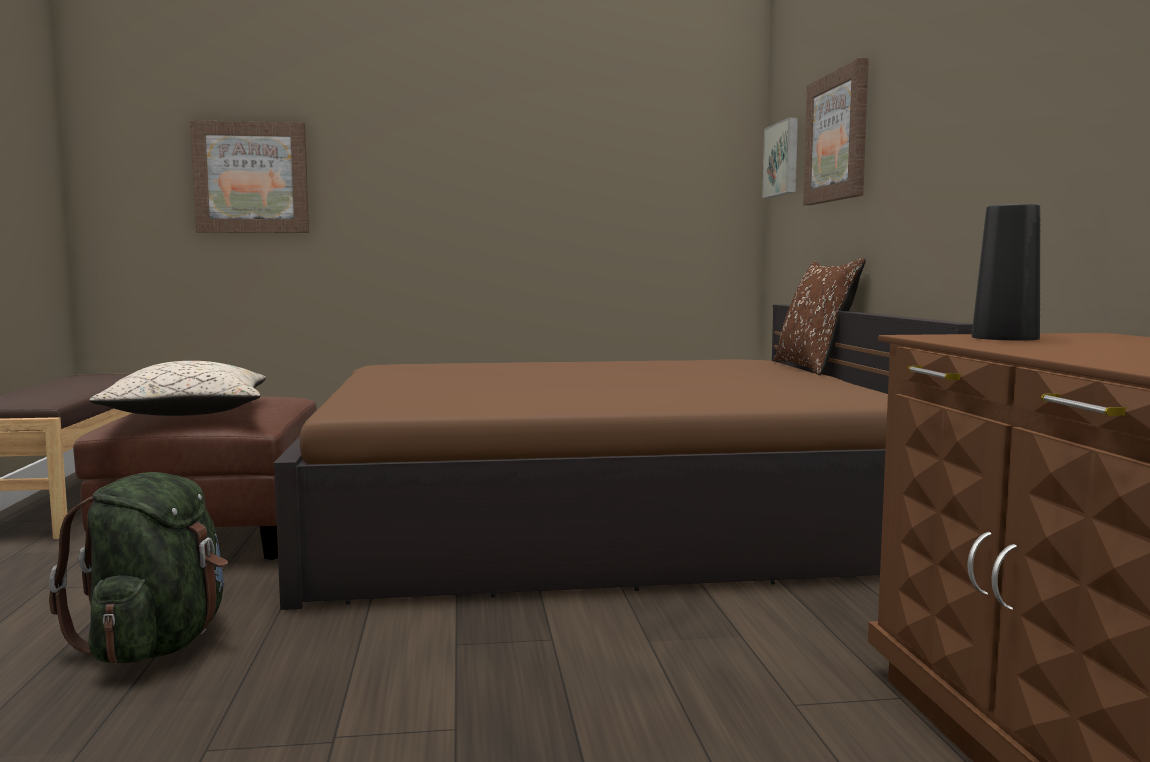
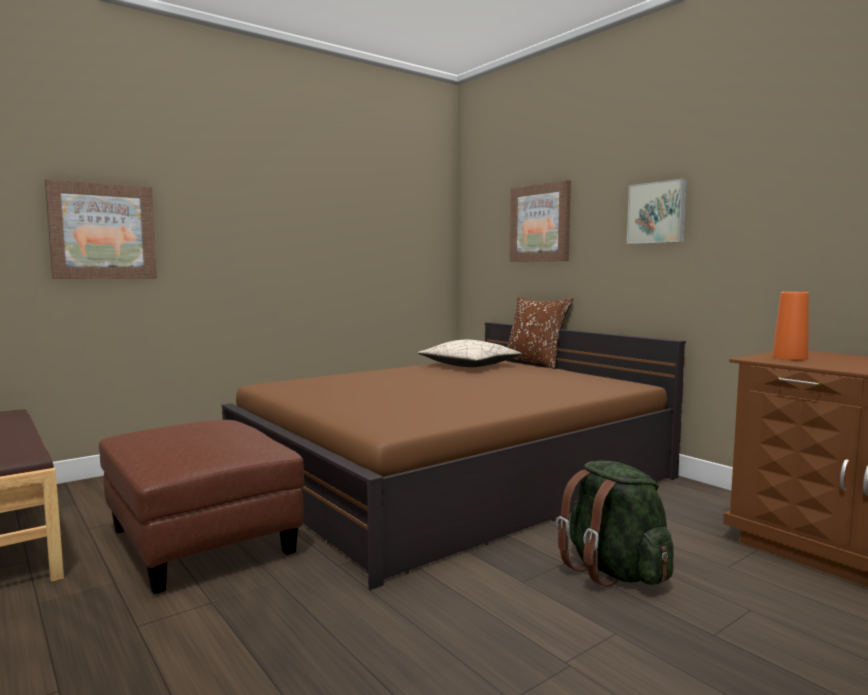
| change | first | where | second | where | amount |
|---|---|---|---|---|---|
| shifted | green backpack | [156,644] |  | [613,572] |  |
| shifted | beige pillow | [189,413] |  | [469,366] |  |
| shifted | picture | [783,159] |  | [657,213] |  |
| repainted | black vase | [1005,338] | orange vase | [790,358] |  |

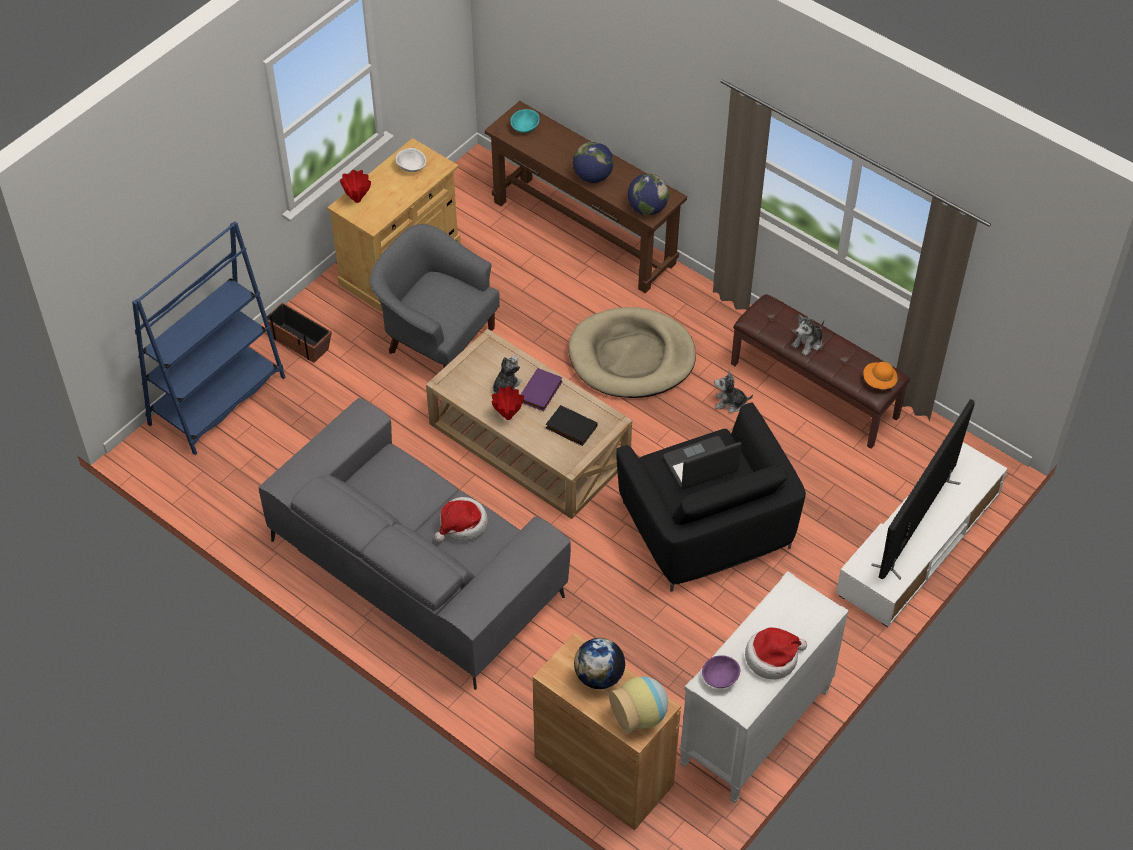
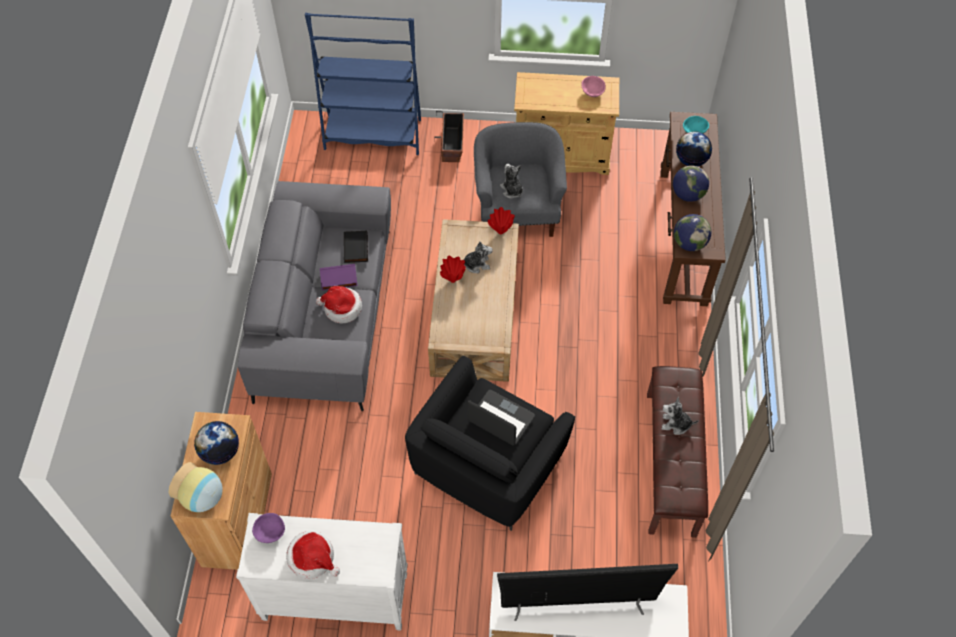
| change | first | where | second | where | amount |
|---|---|---|---|---|---|
| shifted | red vase | [357,199] |  | [501,232] |  |
| repainted | white bowl | [411,167] | pink bowl | [592,92] |  |
| shifted | purple book | [541,392] |  | [338,279] |  |
| shifted | black book | [570,428] |  | [355,248] |  |
| gone | beige dog bed | [631,357] |  |  |  |
| shifted | plush toy | [730,403] |  | [512,190] |  |
| gone | orange hat | [879,381] |  |  |  |
| new |  |  | globe | [691,160] |  |

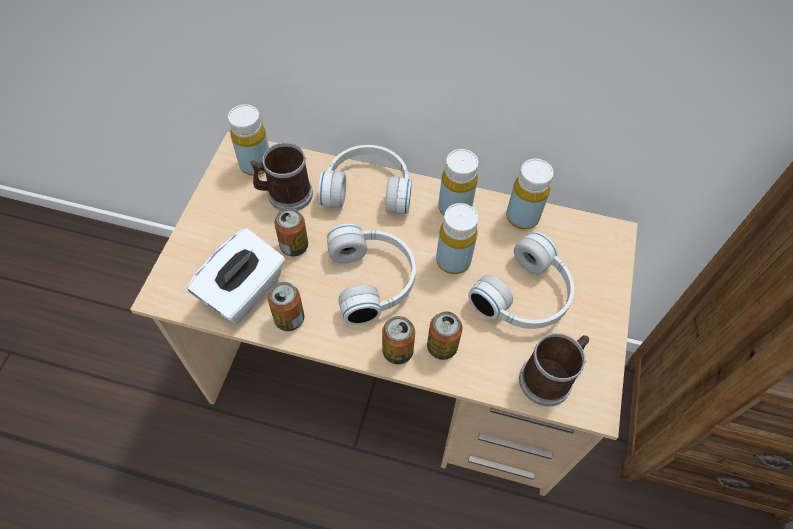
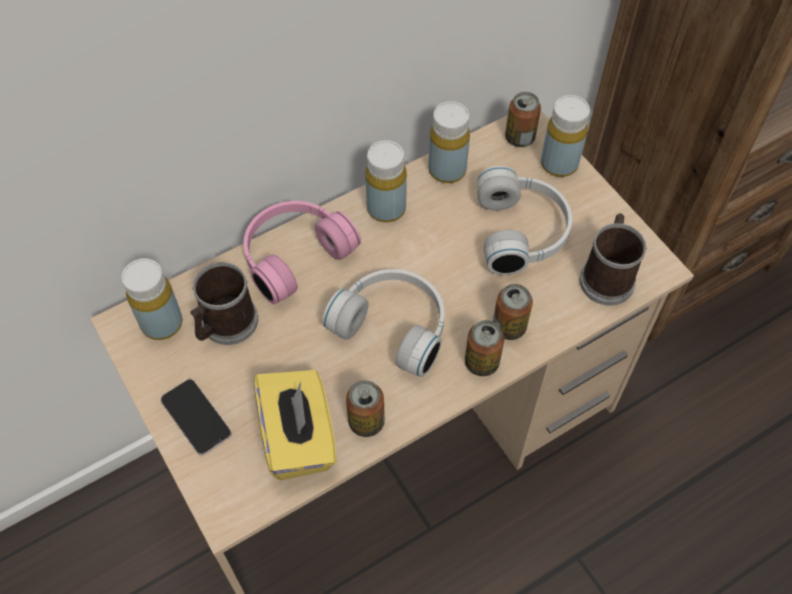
| change | first | where | second | where | amount |
|---|---|---|---|---|---|
| repainted | white tissue box | [244,291] | yellow tissue box | [299,438] |  |
| shifted | can | [294,246] |  | [519,137] |  |
| repainted | white headphones | [368,188] | pink headphones | [293,254] |  |
| shifted | yellow bottle | [453,260] |  | [559,164] |  |
| new |  |  | phone | [196,417] |  |

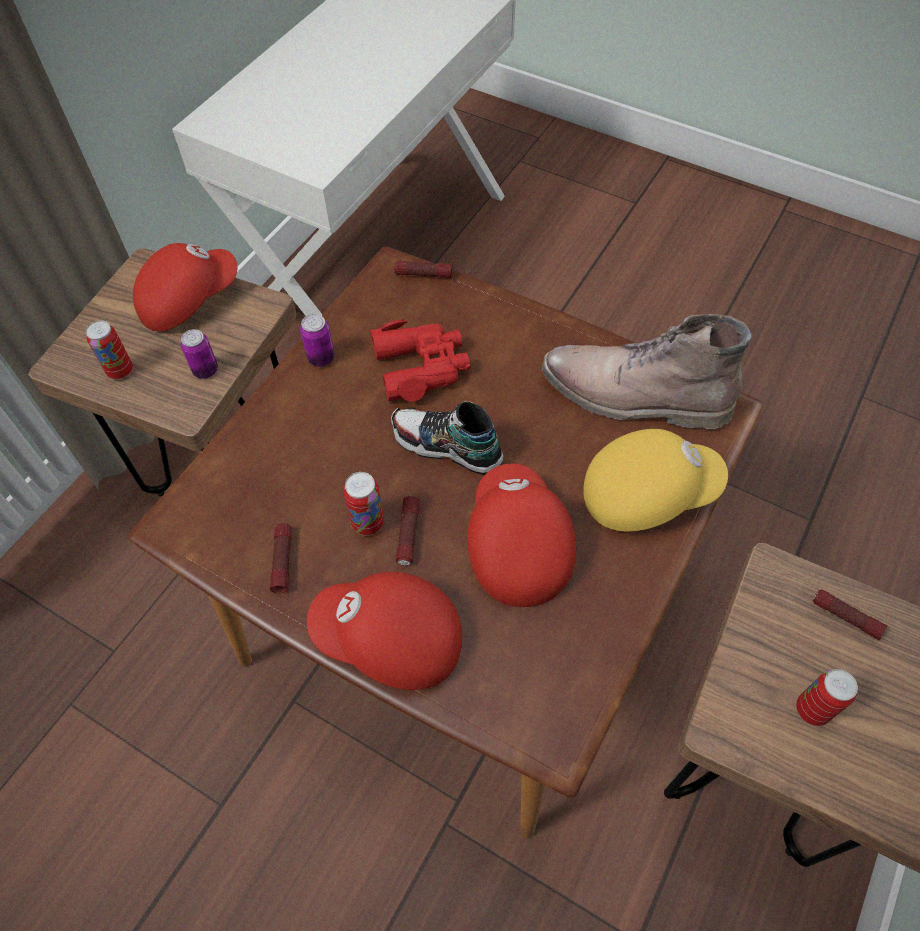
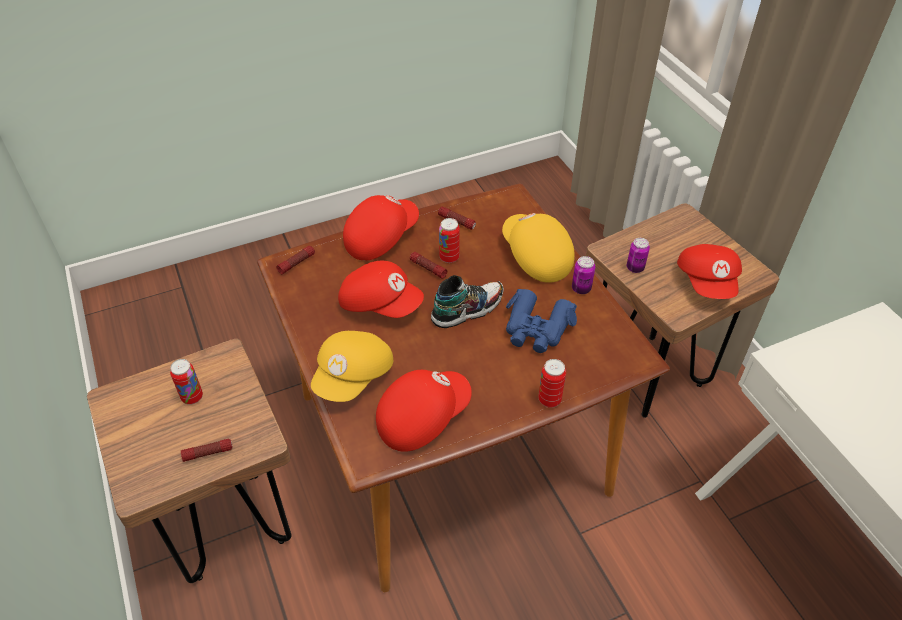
| change | first | where | second | where | amount |
|---|---|---|---|---|---|
| shifted | can | [120,371] |  | [549,400] |  |
| repainted | red binoculars | [421,366] | blue binoculars | [536,329] |  |
| shifted | flashlight | [423,274] |  | [296,263] |  |
| swapped | brown boot | [633,396] | red cap | [422,417] |  |
| new |  |  | yellow cap | [535,257] |  |

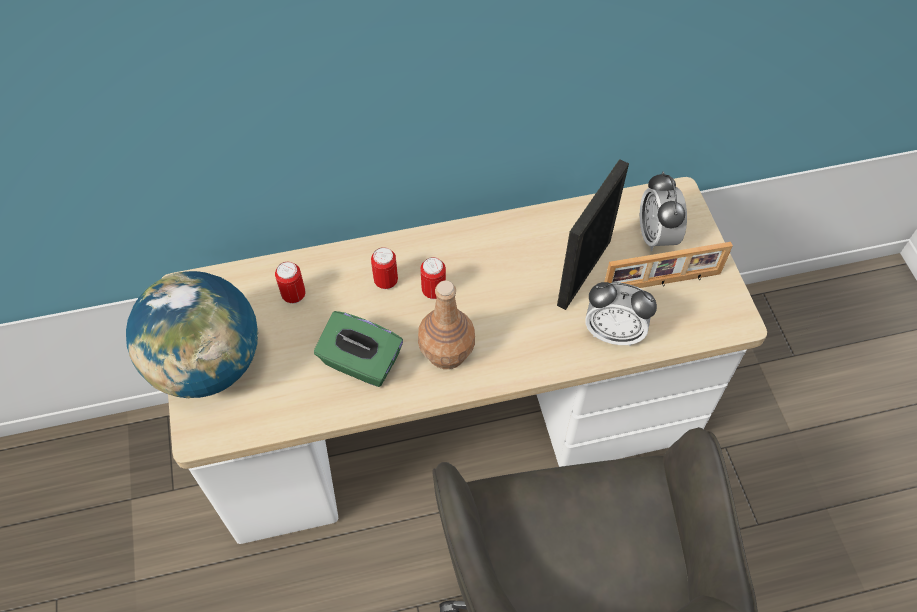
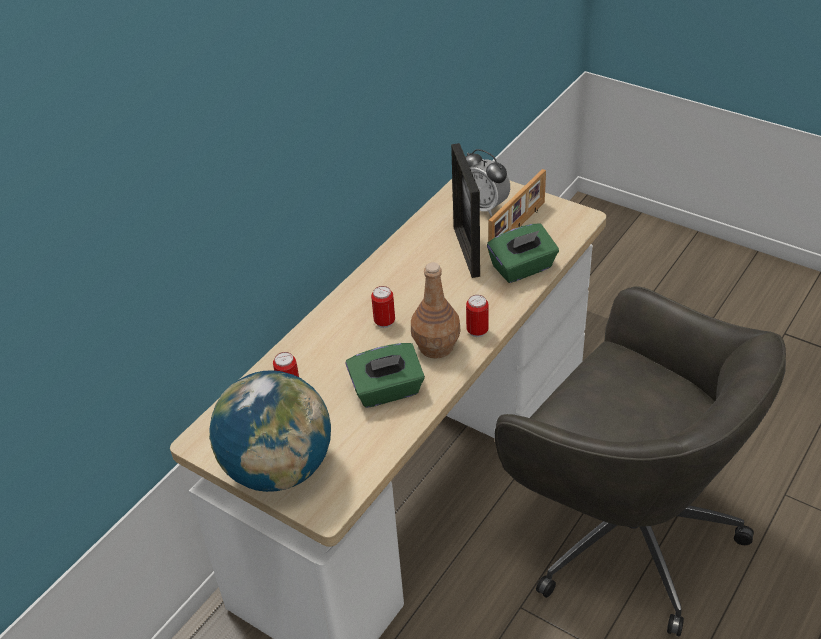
| change | first | where | second | where | amount |
|---|---|---|---|---|---|
| shifted | can | [386,281] |  | [477,331] |  |
| swapped | alarm clock | [613,332] | green tissue box | [522,268] |  |

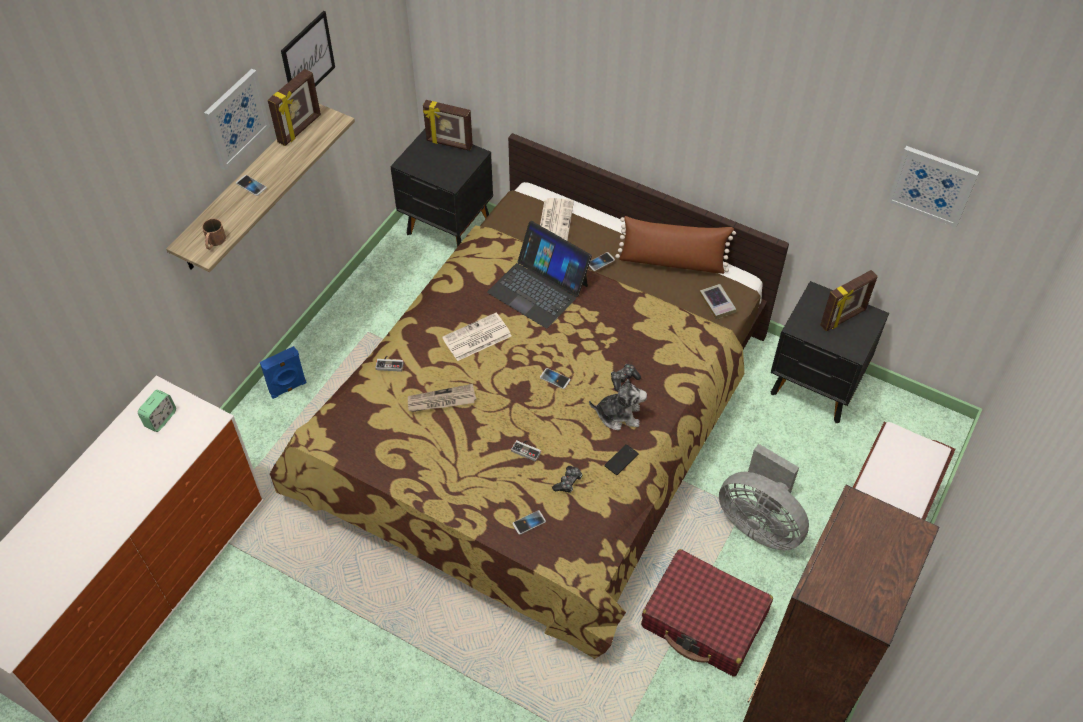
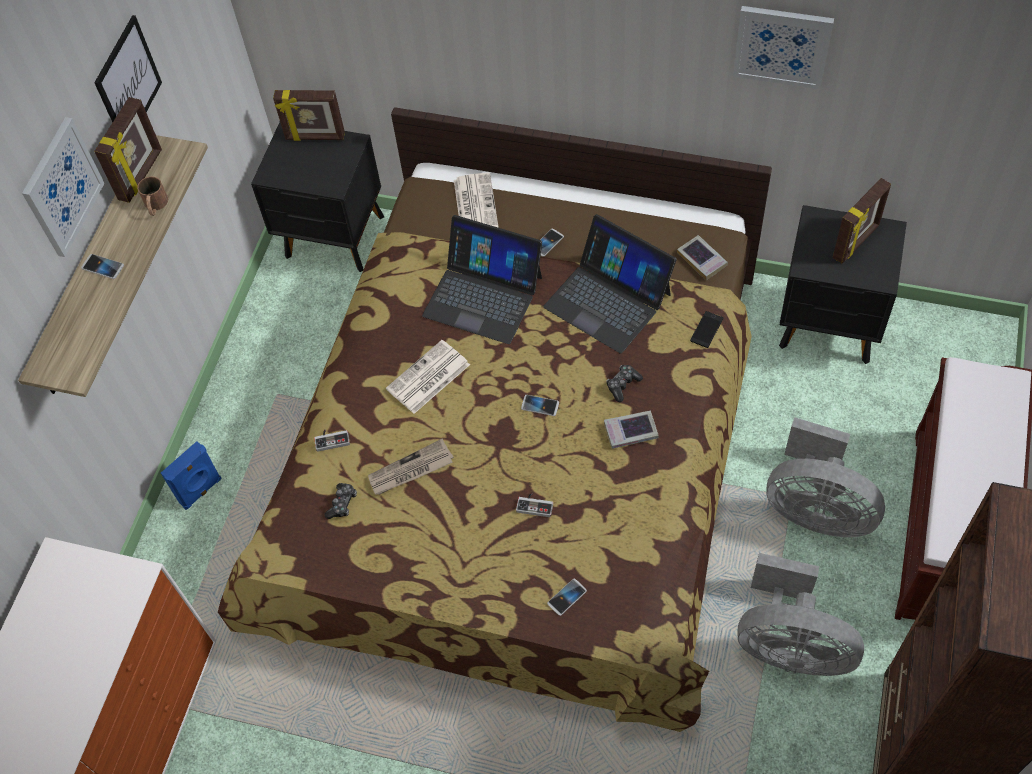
| change | first | where | second | where | amount |
|---|---|---|---|---|---|
| gone | alarm clock | [160,419] |  |  |  |
| shifted | brown mug | [214,242] |  | [155,206] |  |
| shifted | game controller | [568,482] |  | [342,504] |  |
| swapped | plush toy | [618,415] | book | [631,432] |  |
| shifted | phone | [621,460] |  | [706,330] |  |
| gone | brown pillow | [672,262] |  |  |  |
| swapped | red suitcase | [704,620] | grey fan | [790,646] |  |
| shifted | picture | [932,185] |  | [782,46] |  |
| new |  |  | laptop | [608,299] |  |

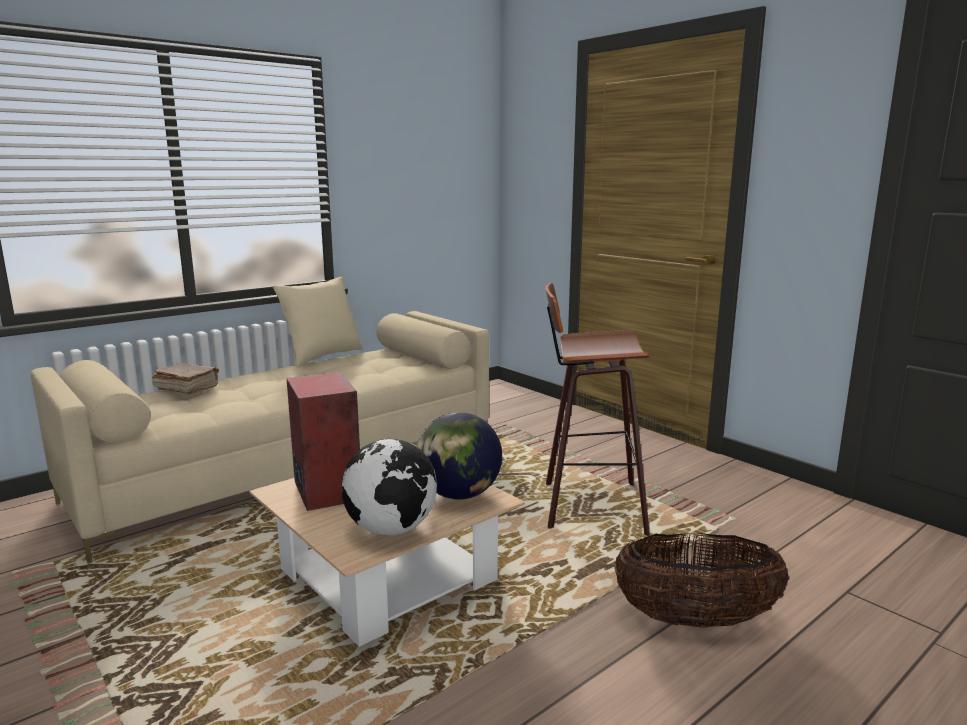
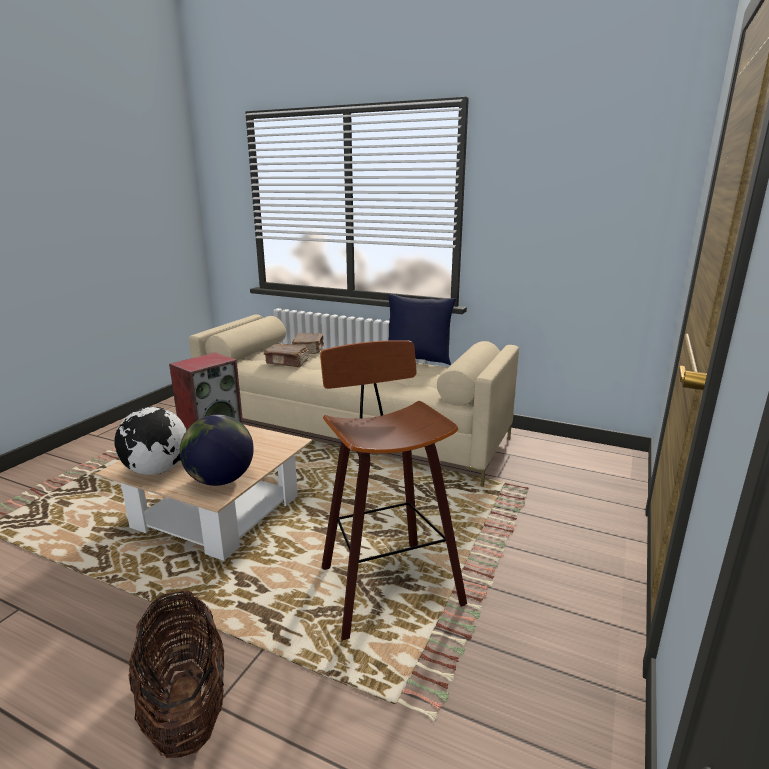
| change | first | where | second | where | amount |
|---|---|---|---|---|---|
| repainted | beige pillow | [322,357] | blue pillow | [418,360] |  |
| new |  |  | brown book | [287,362] |  |

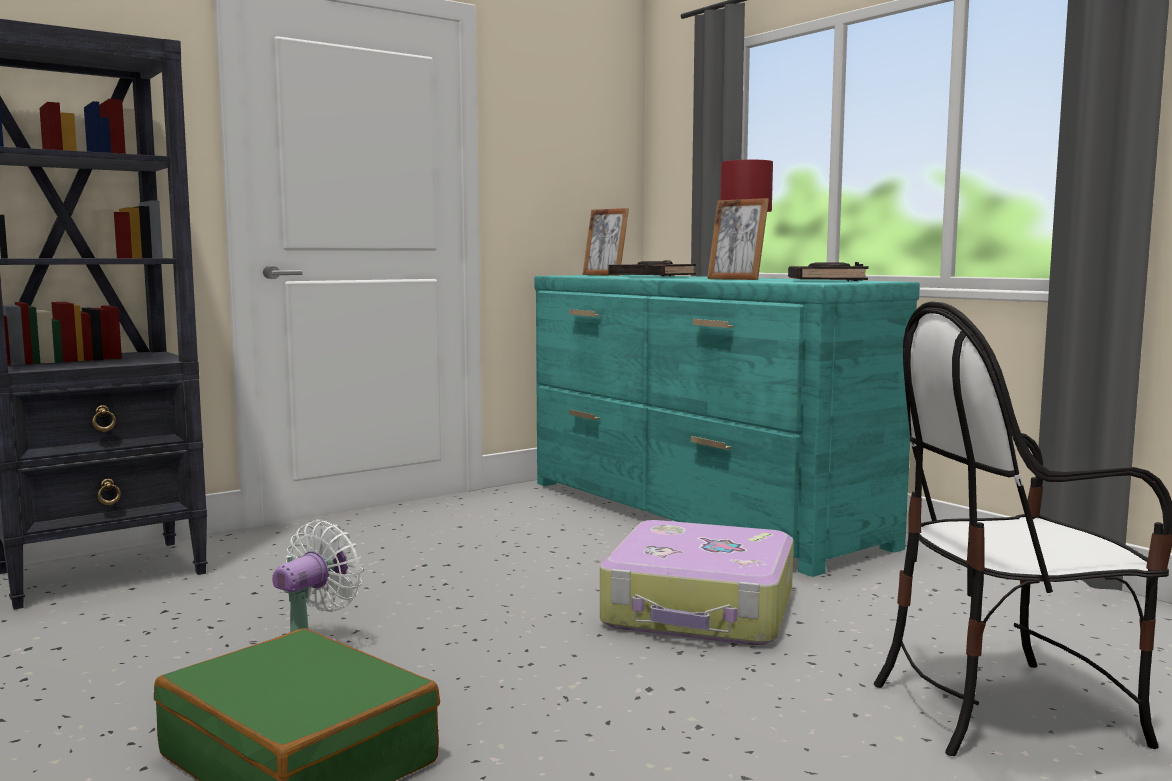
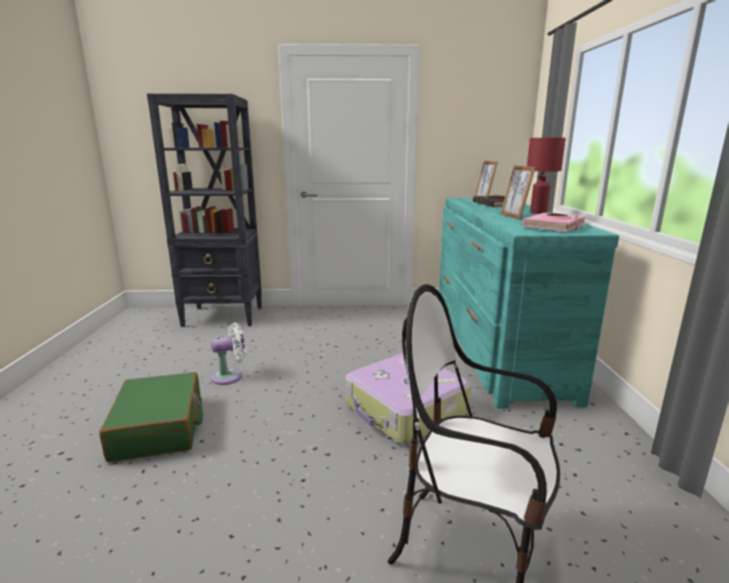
| change | first | where | second | where | amount |
|---|---|---|---|---|---|
| repainted | black book | [827,281] | pink book | [554,226] |  |

